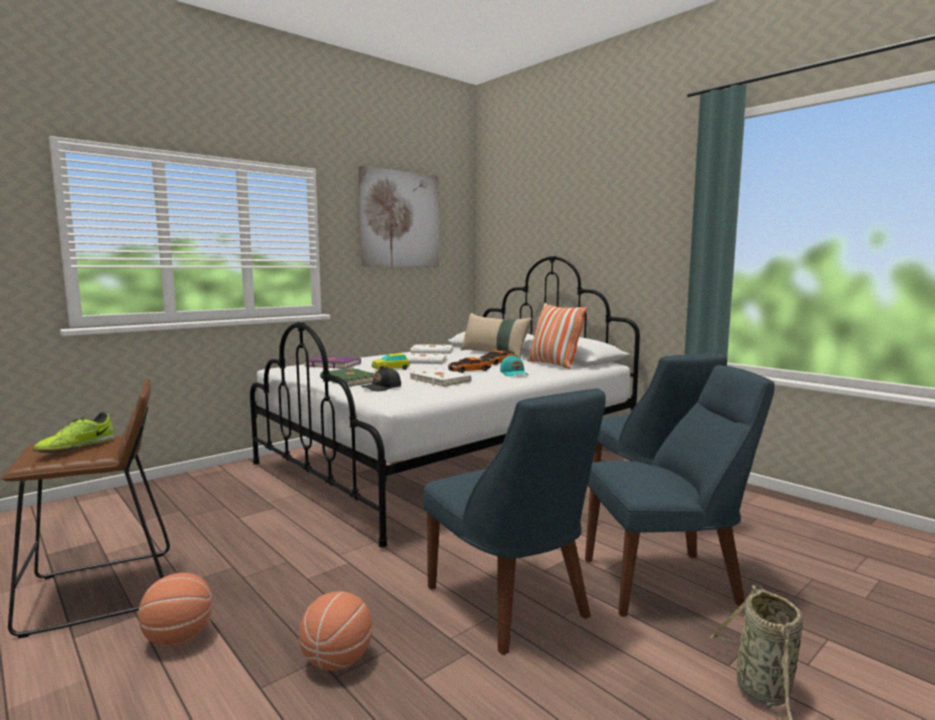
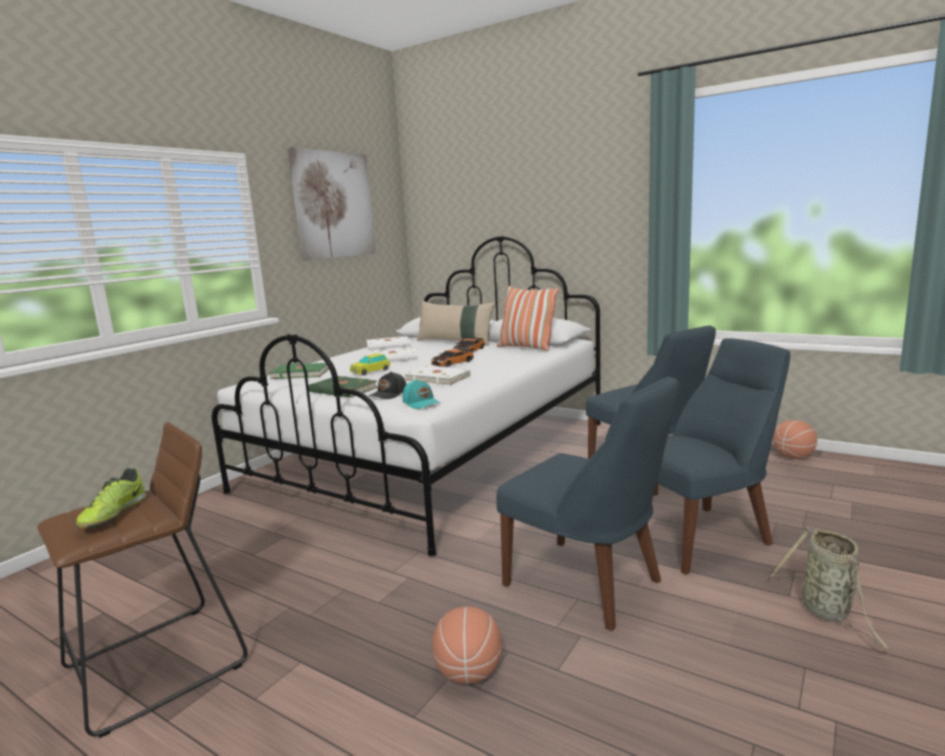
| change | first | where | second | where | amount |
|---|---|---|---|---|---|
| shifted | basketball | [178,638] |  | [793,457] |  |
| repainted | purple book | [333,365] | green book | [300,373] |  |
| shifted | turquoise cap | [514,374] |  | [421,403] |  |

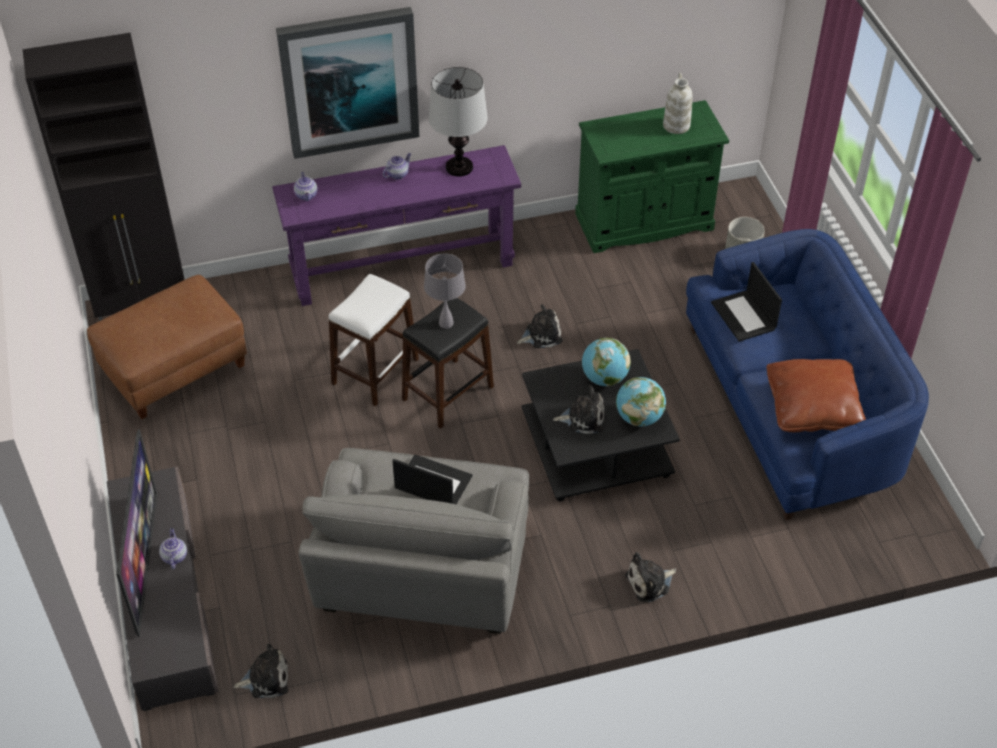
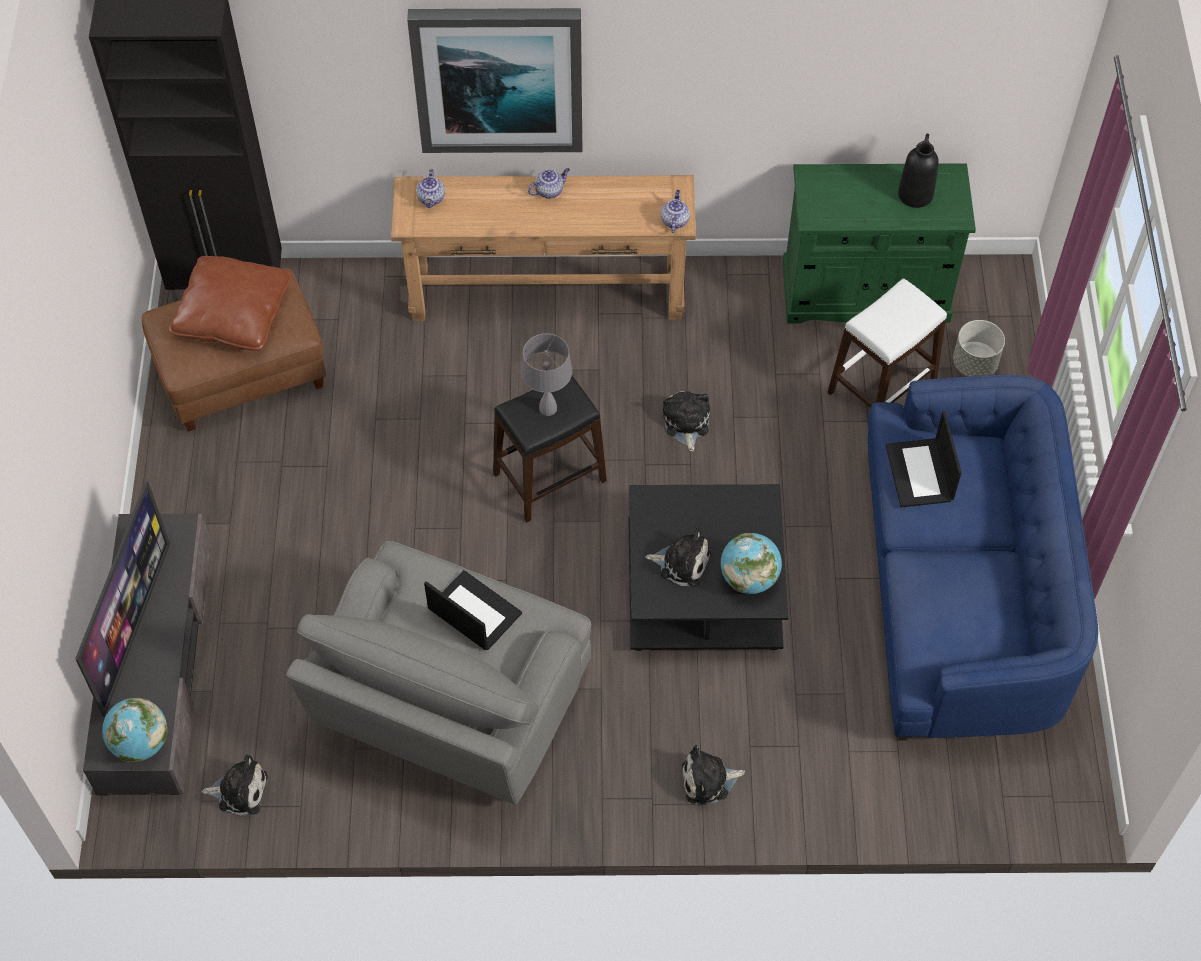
| change | first | where | second | where | amount |
|---|---|---|---|---|---|
| shifted | teapot | [174,556] |  | [674,220] |  |
| repainted | purple console table | [402,267] | brown console table | [547,292] |  |
| shifted | white stool | [374,371] |  | [881,387] |  |
| gone | table lamp | [459,167] |  |  |  |
| rotated | plush toy | [541,335] |  | [686,423] | 90 degrees counterclockwise |
| shifted | globe | [604,378] |  | [140,743] |  |
| repainted | white vase | [676,125] | black vase | [915,194] |  |
| shifted | brown pillow | [812,407] |  | [233,315] |  |

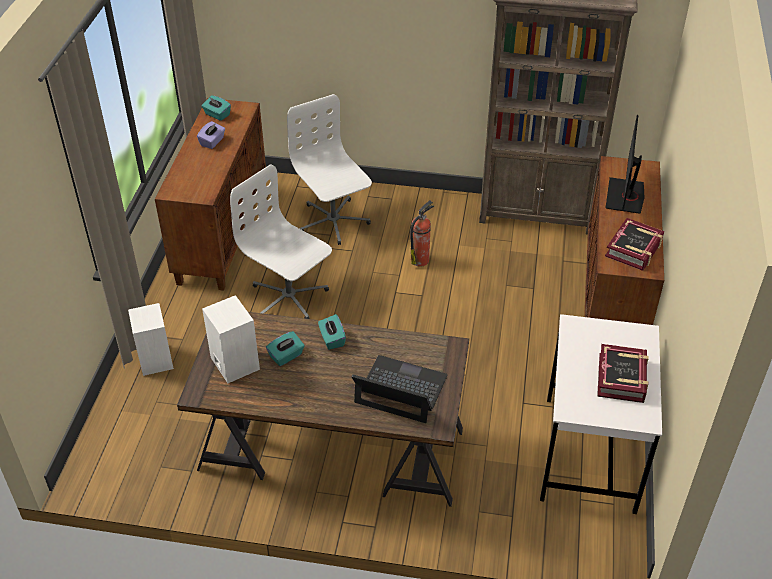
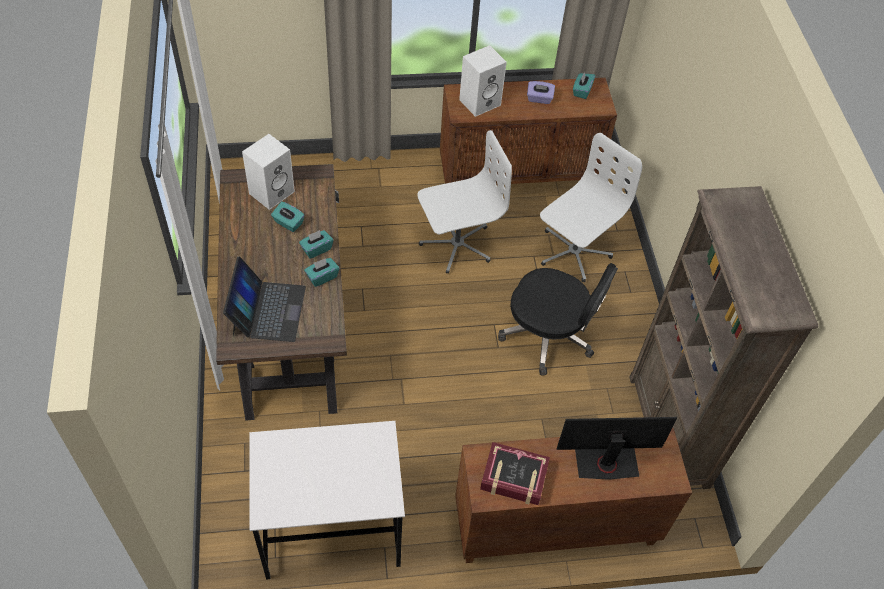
| change | first | where | second | where | amount |
|---|---|---|---|---|---|
| shifted | white speaker | [154,359] |  | [480,101] |  |
| rotated | white office chair | [289,297] |  | [456,244] | 45 degrees clockwise |
| swapped | fire extinguisher | [420,259] | black office chair | [549,336] |  |
| gone | book | [622,378] |  |  |  |
| new |  |  | turquoise tissue box | [322,277] |  |

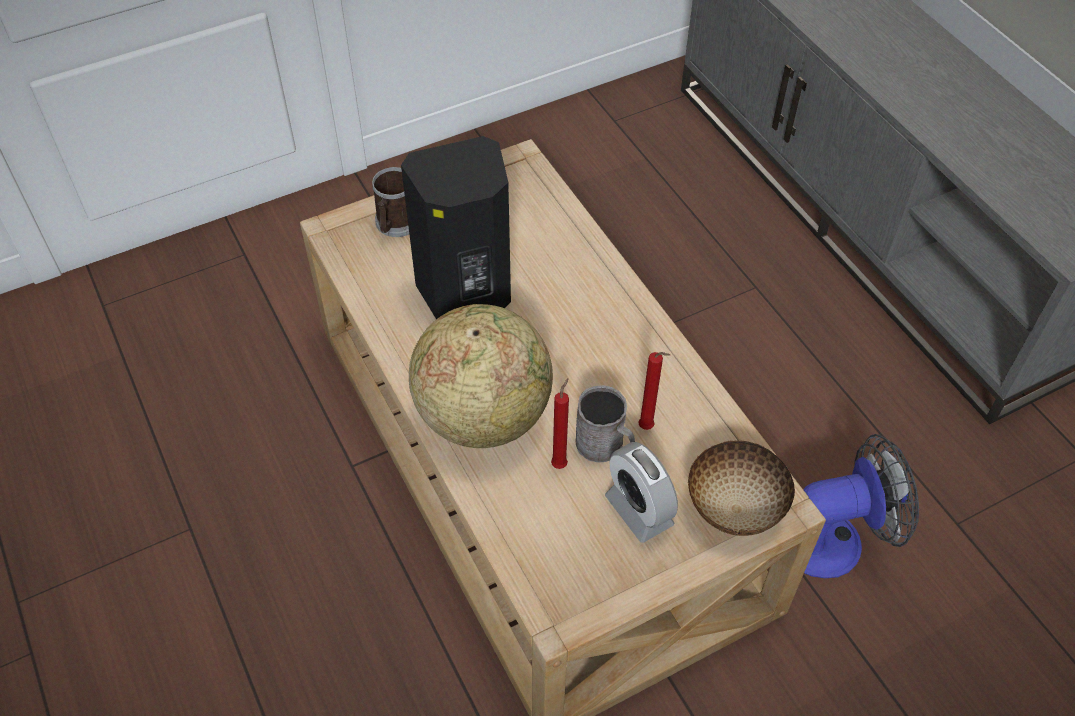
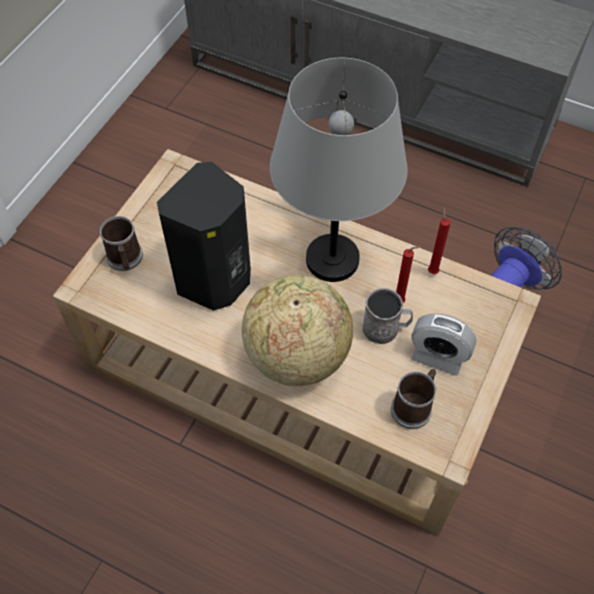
| change | first | where | second | where | amount |
|---|---|---|---|---|---|
| shifted | red candle | [560,463] |  | [432,270] |  |
| gone | bowl | [733,507] |  |  |  |
| new |  |  | grey table lamp | [332,260] |  |
| new |  |  | mug | [414,406] |  |

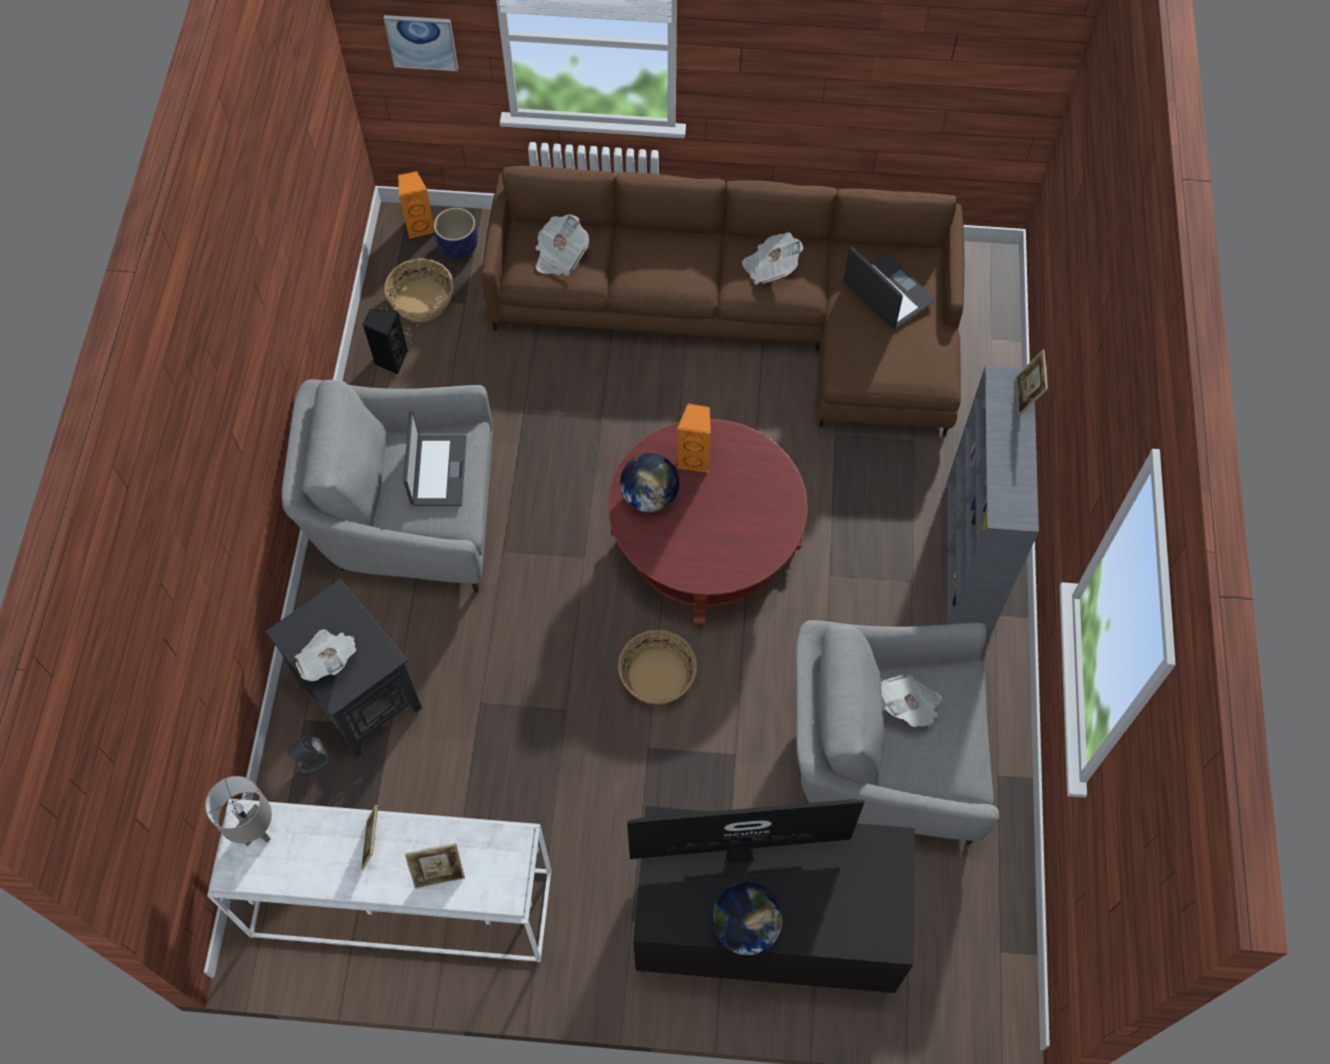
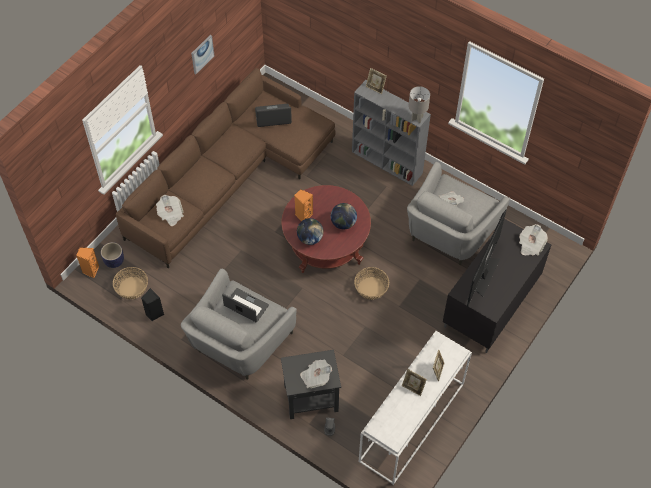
| change | first | where | second | where | amount |
|---|---|---|---|---|---|
| shifted | grey table lamp | [256,832] |  | [417,118] |  |
| shifted | picture | [421,42] |  | [202,54] |  |
| shifted | globe | [745,926] |  | [343,223] |  |
| shifted | newspaper | [770,267] |  | [530,245] |  |

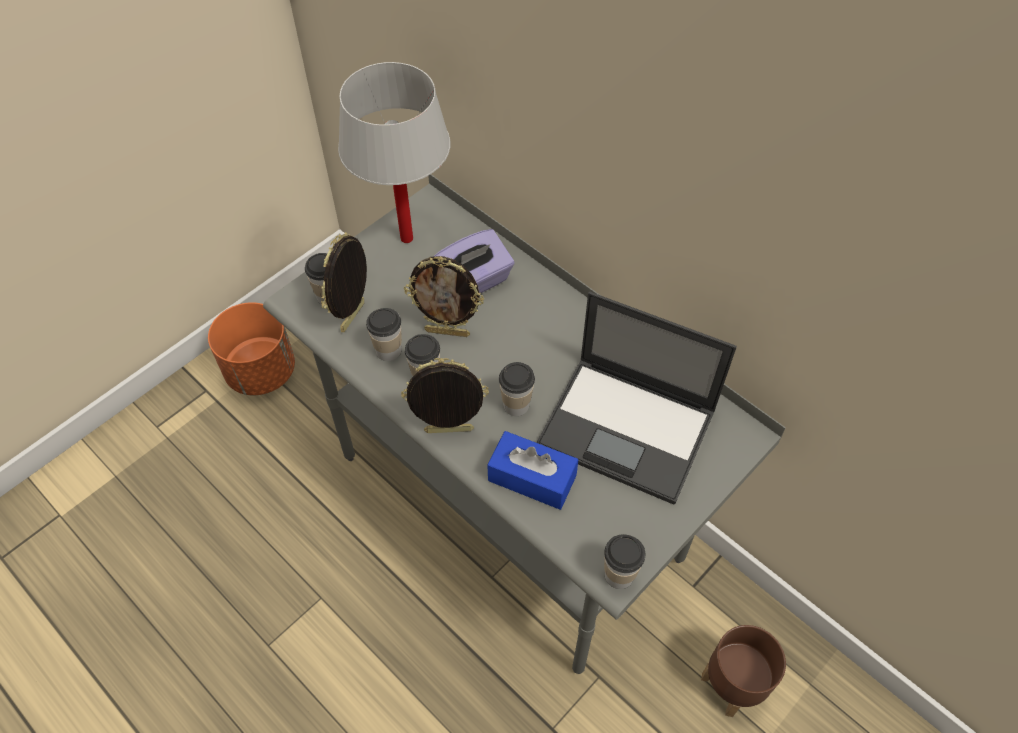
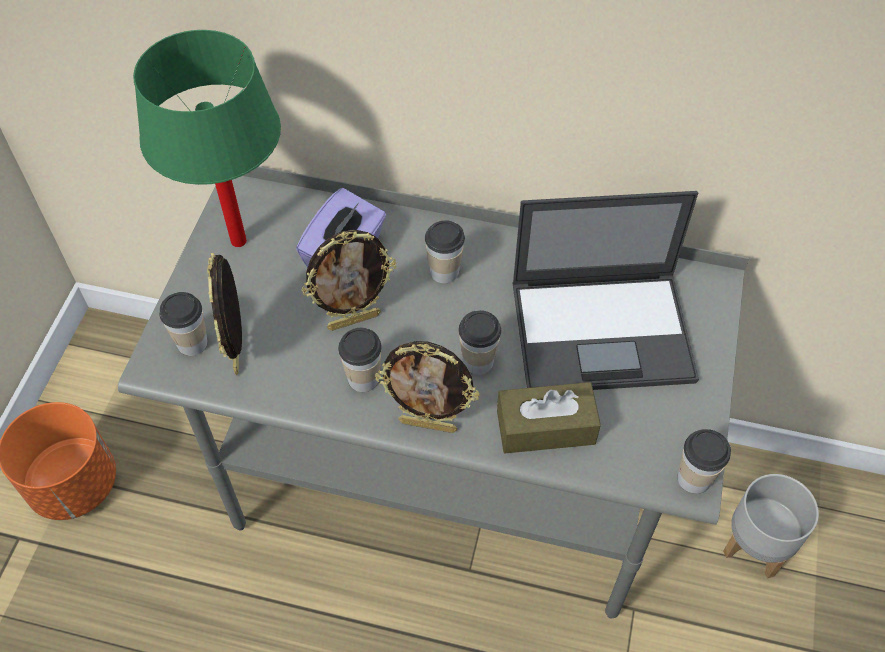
| change | first | where | second | where | amount |
|---|---|---|---|---|---|
| repainted | white table lamp | [406,238] | green table lamp | [238,241] |  |
| shifted | cup | [388,350] |  | [444,271] |  |
| rotated | picture frame | [448,432] |  | [428,424] | 135 degrees counterclockwise |
| repainted | blue tissue box | [532,478] | brown tissue box | [545,427] |  |
| repainted | brown planter | [733,685] | grey planter | [757,546] |  |

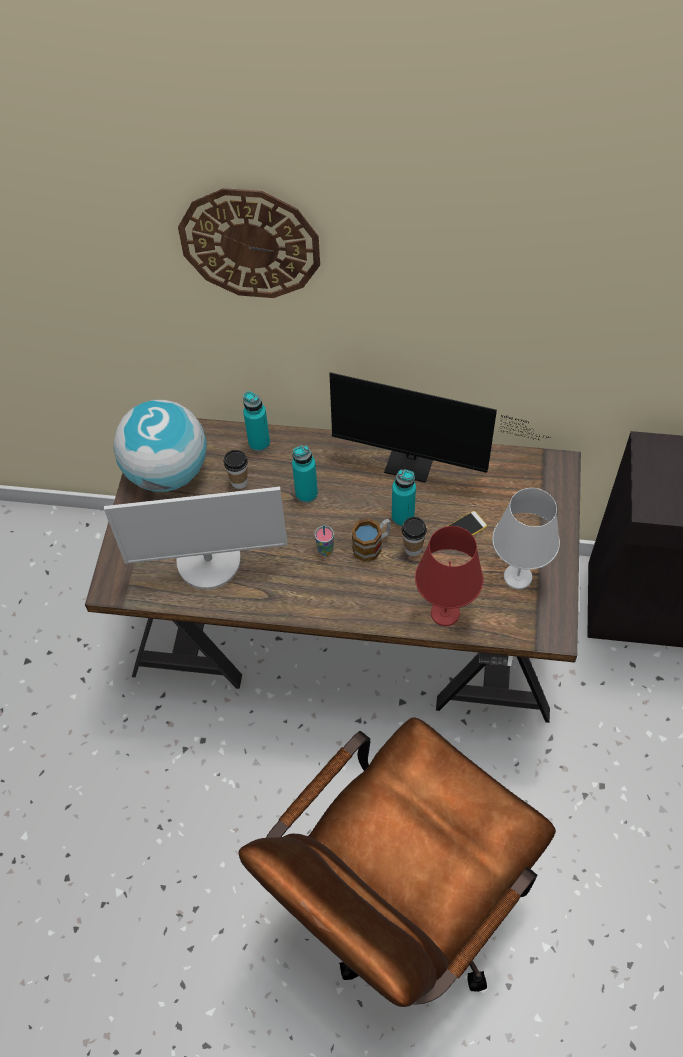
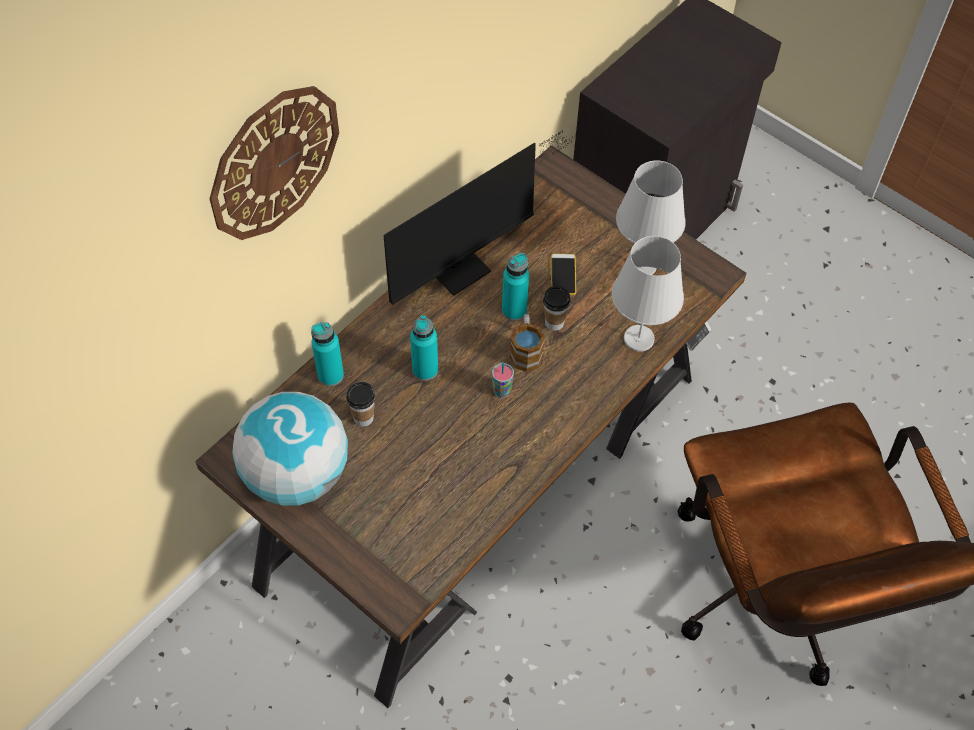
| change | first | where | second | where | amount |
|---|---|---|---|---|---|
| gone | monitor | [209,561] |  |  |  |
| repainted | red table lamp | [445,613] | white table lamp | [638,338] |  |

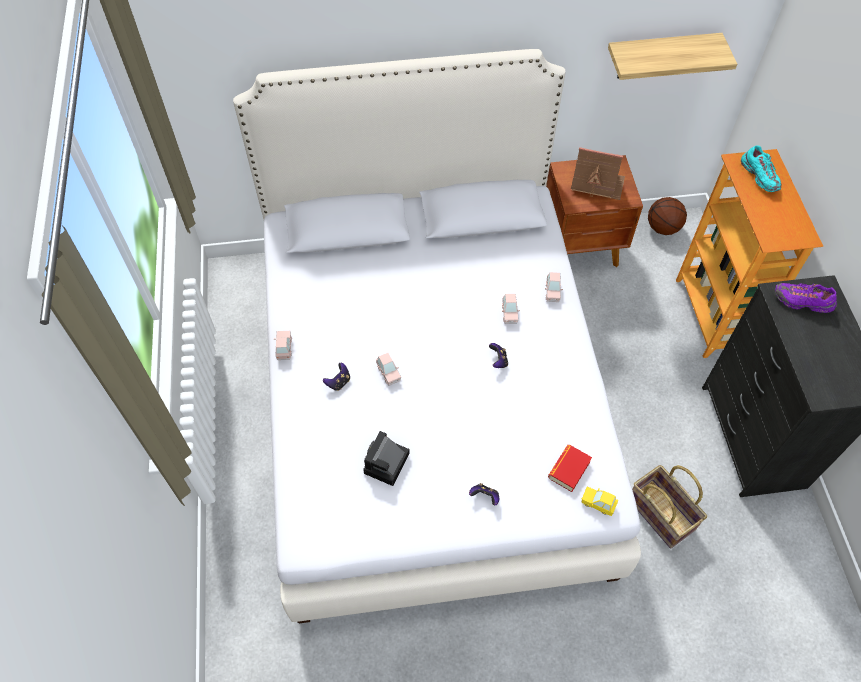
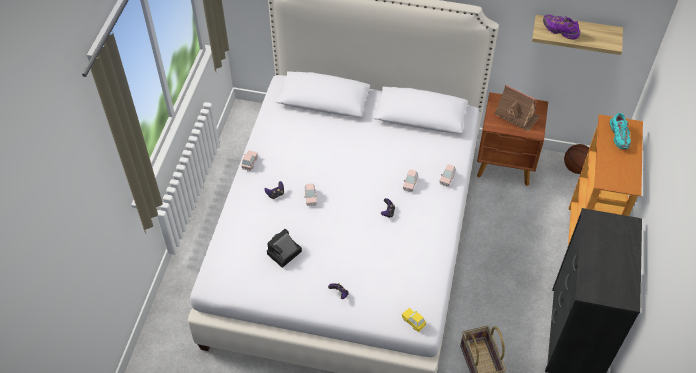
| change | first | where | second | where | amount |
|---|---|---|---|---|---|
| gone | book | [569,469] |  |  |  |
| shifted | purple shoe | [802,302] |  | [560,31] |  |

